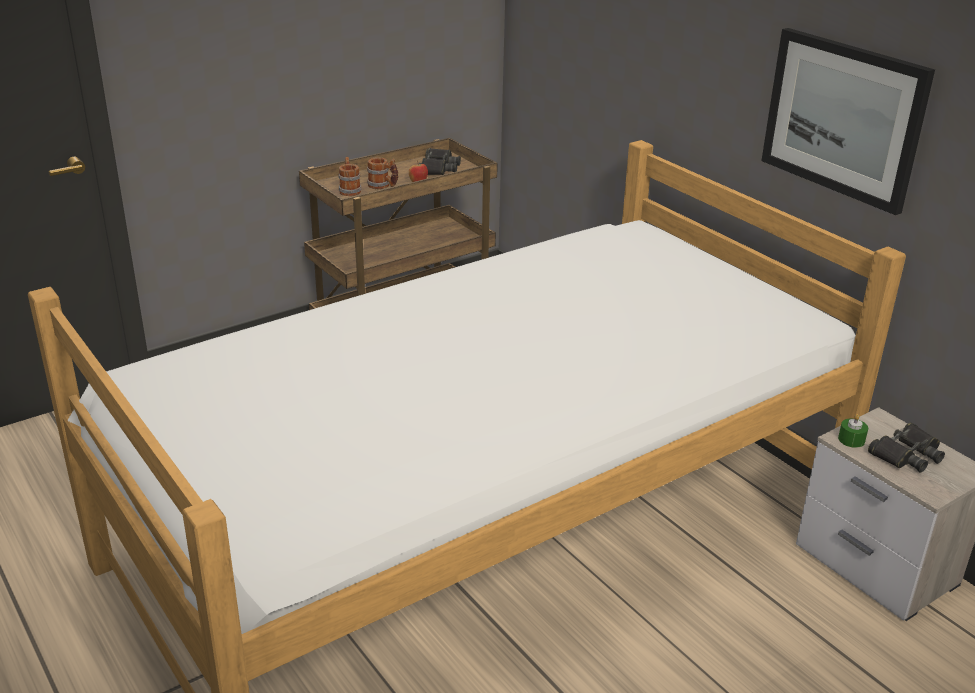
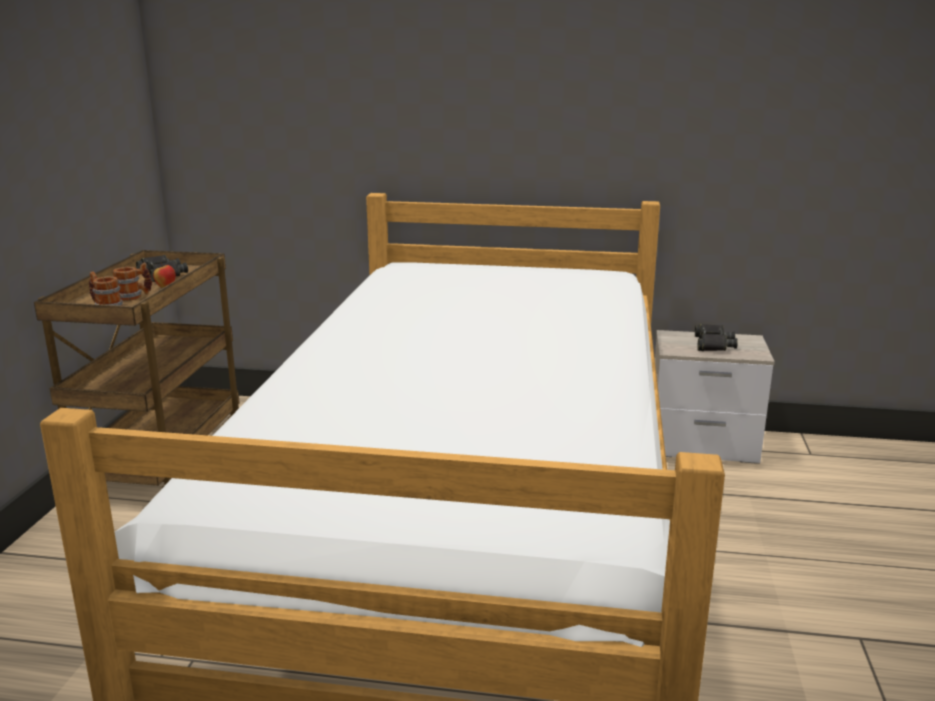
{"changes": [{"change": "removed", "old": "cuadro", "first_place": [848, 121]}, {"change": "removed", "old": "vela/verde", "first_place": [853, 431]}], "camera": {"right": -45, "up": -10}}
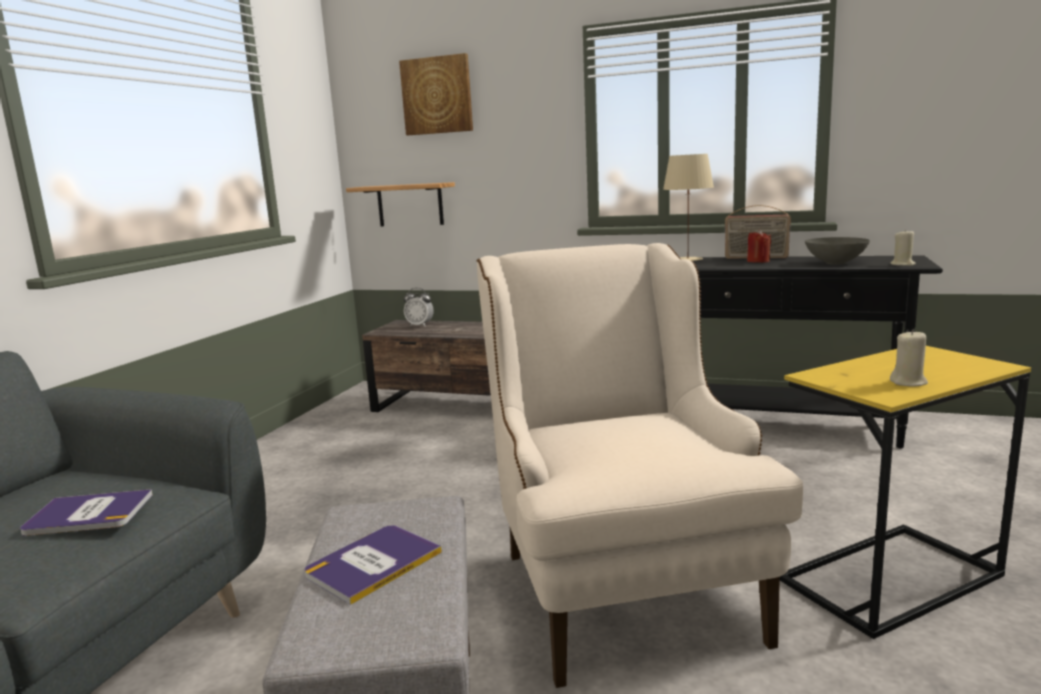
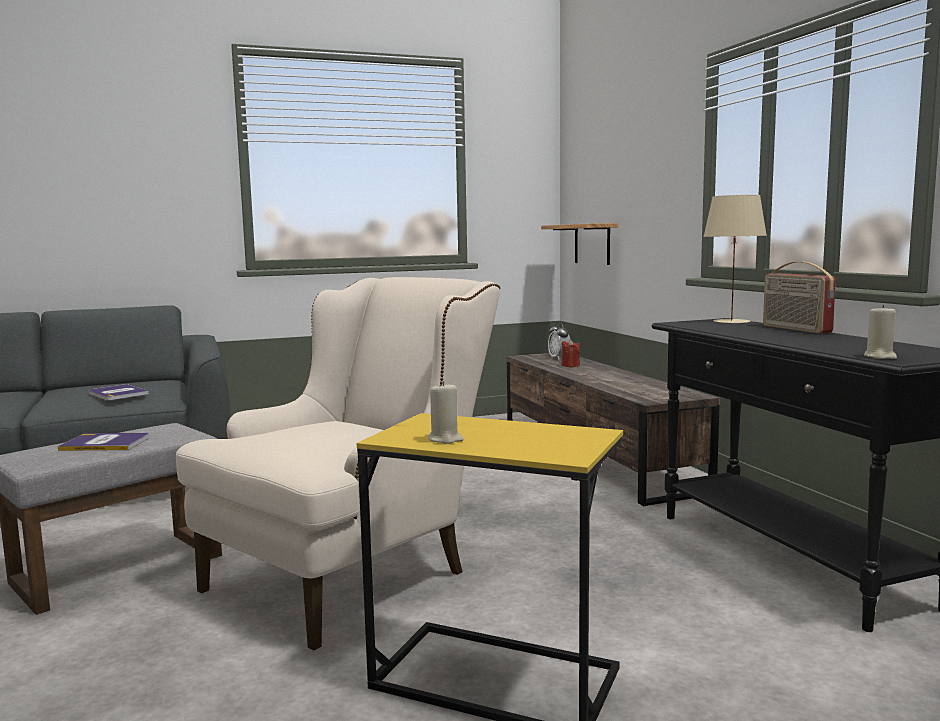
{"changes": [{"change": "removed", "old": "cuadro", "first_place": [436, 94]}, {"change": "moved", "old": "vela/rojo", "first_place": [759, 246], "second_place": [571, 353]}, {"change": "removed", "old": "cuenco/gris", "first_place": [837, 250]}], "camera": {"right": 50, "up": -5}}
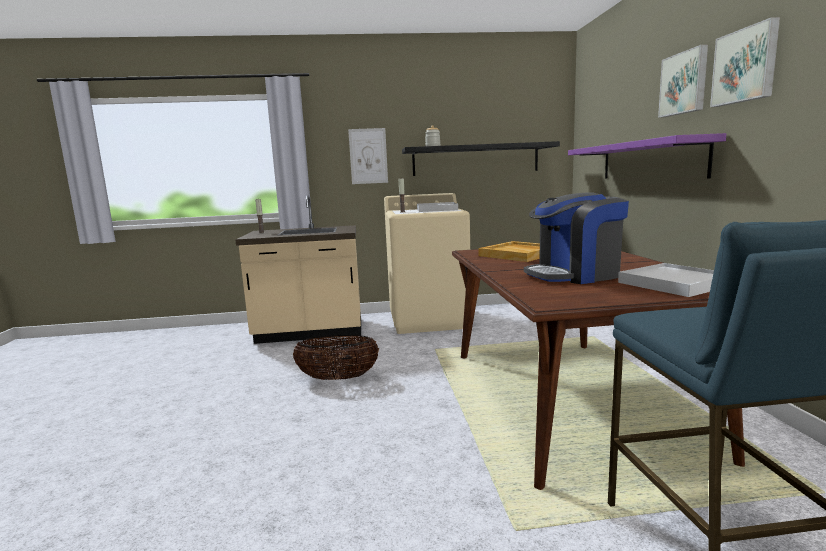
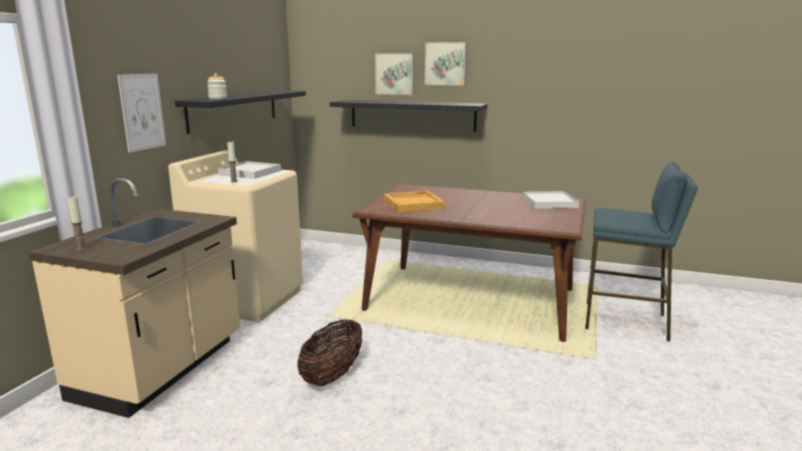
{"changes": [{"change": "removed", "old": "cafetera", "first_place": [576, 238]}, {"change": "recoloured", "old": "estante/morado", "new": "estante/negro", "first_place": [647, 156], "second_place": [409, 116]}, {"change": "moved", "old": "cuadro", "first_place": [745, 62], "second_place": [394, 74]}], "camera": {"right": -65, "up": 5}}
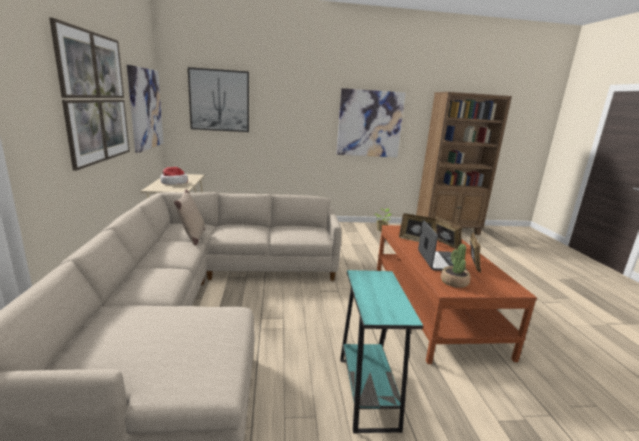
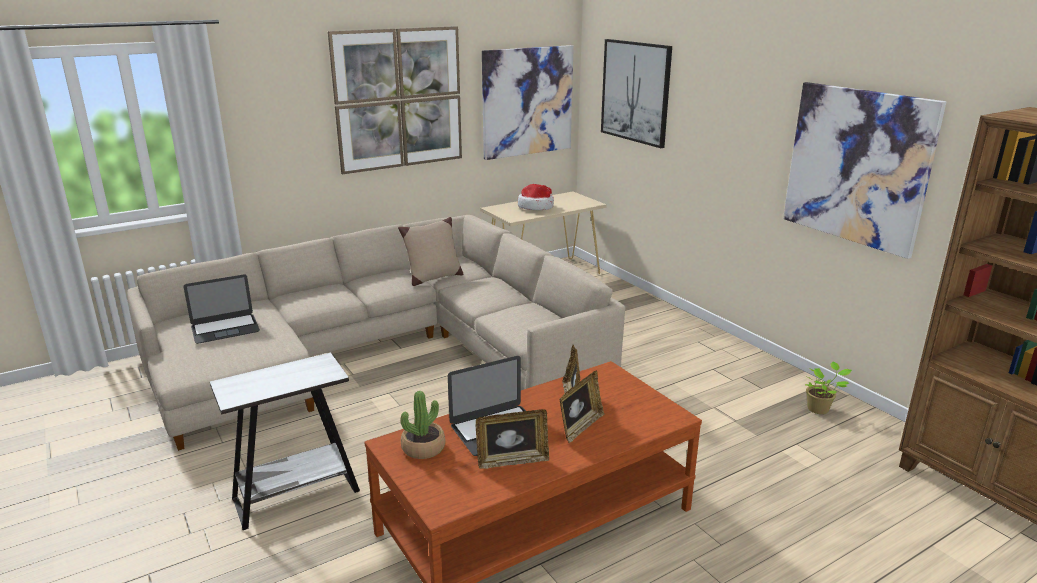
{"changes": [{"change": "recoloured", "old": "mesa auxiliar/turquesa", "new": "mesa auxiliar/blanco", "first_place": [381, 351], "second_place": [285, 441]}, {"change": "added", "new": "portátil", "second_place": [222, 309]}], "camera": {"right": 65, "up": 5}}
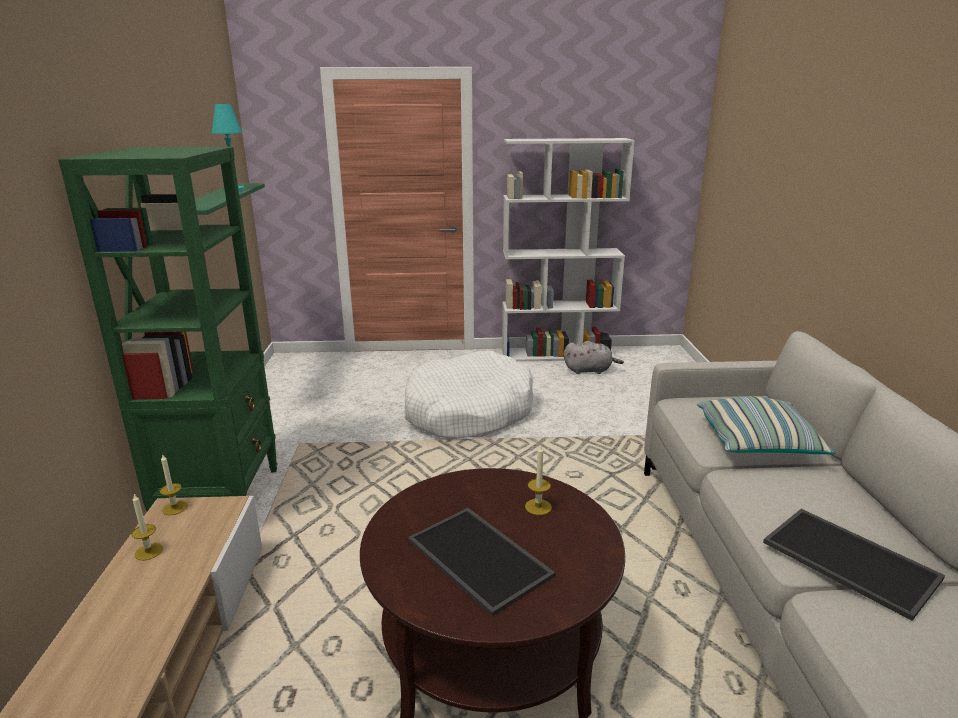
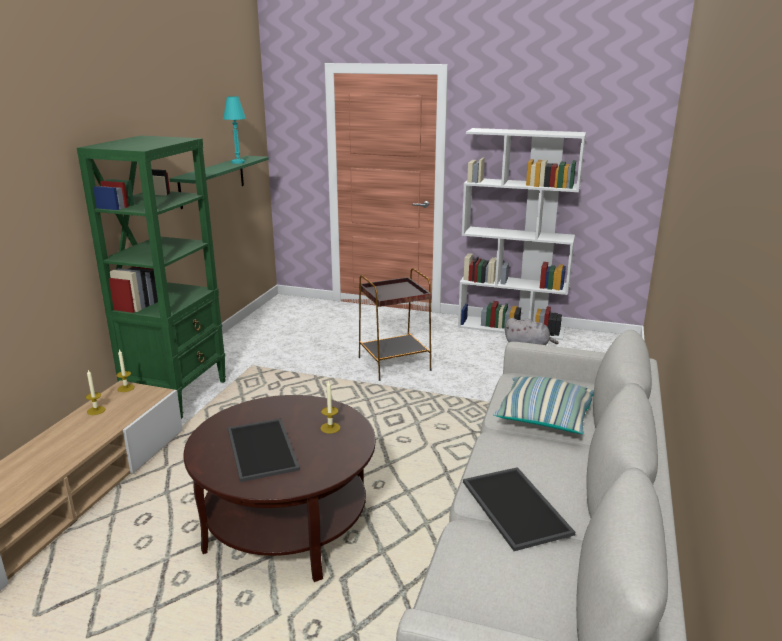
{"changes": [{"change": "replaced", "old": "cama para perro/blanco", "new": "mesa auxiliar/marrón", "first_place": [469, 395], "second_place": [395, 324]}], "camera": {"right": 20, "up": 0}}
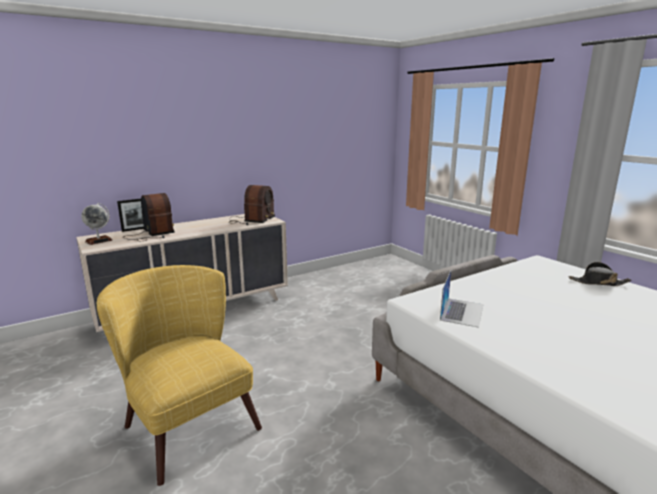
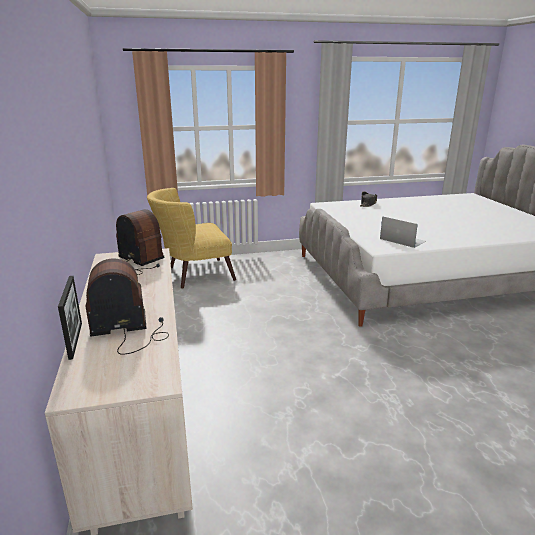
{"changes": [{"change": "removed", "old": "globo terráqueo", "first_place": [97, 224]}, {"change": "moved", "old": "sillón/amarillo", "first_place": [179, 375], "second_place": [191, 238]}], "camera": {"right": -70, "up": 5}}
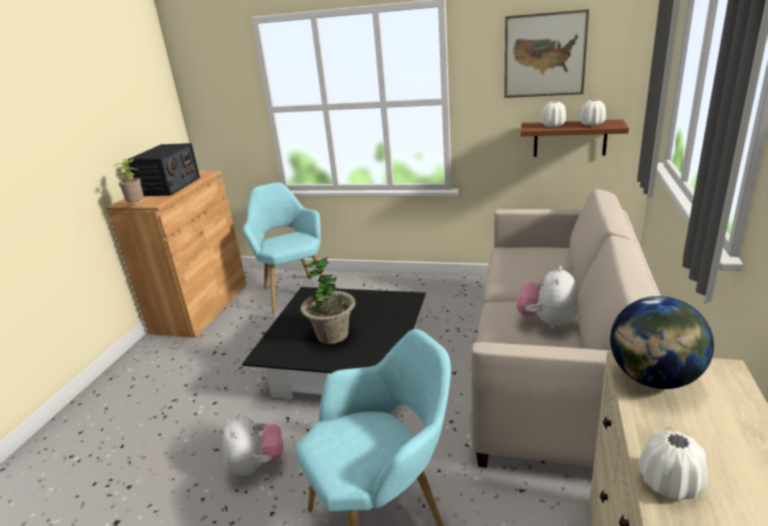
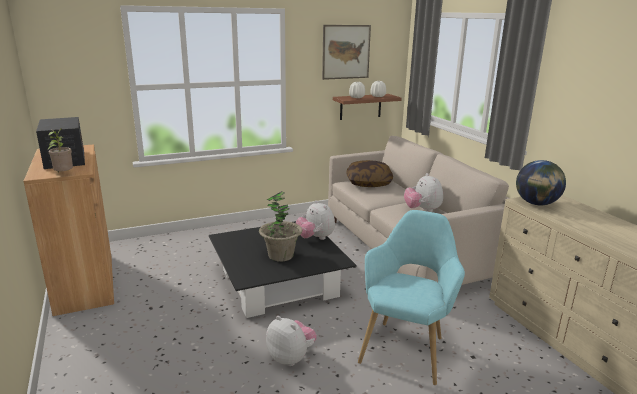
{"changes": [{"change": "removed", "old": "sillón/turquesa", "first_place": [285, 249]}, {"change": "removed", "old": "florero/blanco", "first_place": [673, 465]}, {"change": "added", "new": "peluche", "second_place": [315, 220]}, {"change": "added", "new": "cojín", "second_place": [369, 173]}], "camera": {"right": -40, "up": -5}}
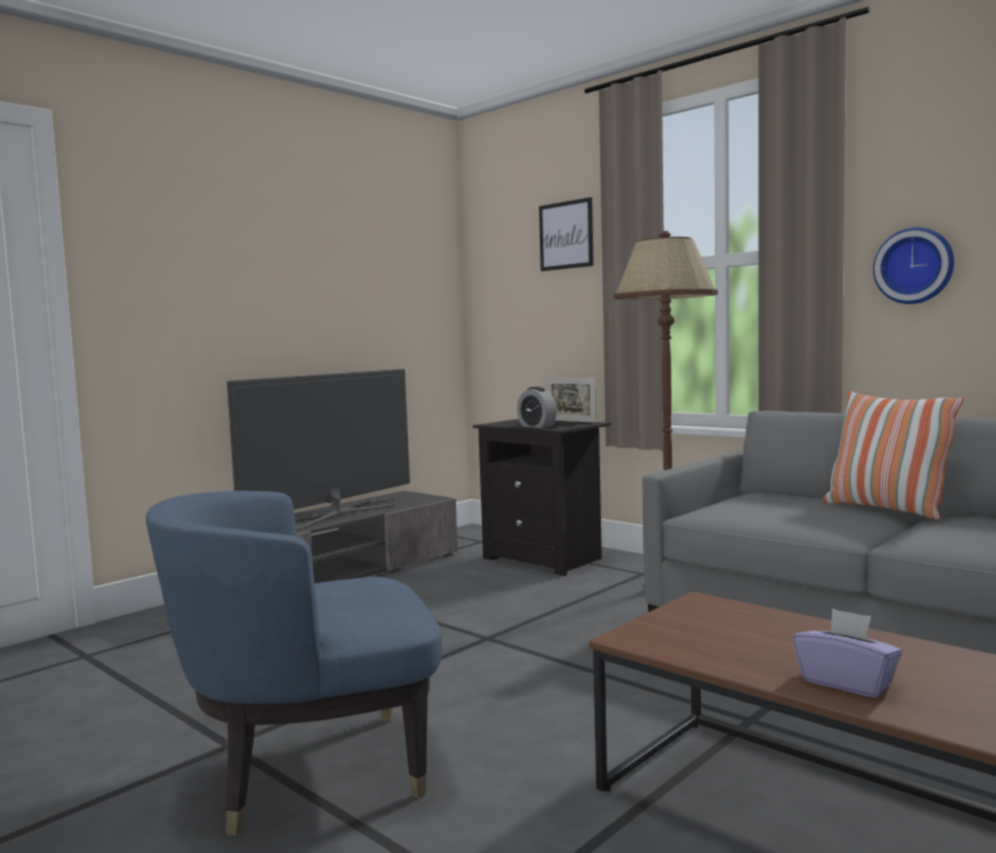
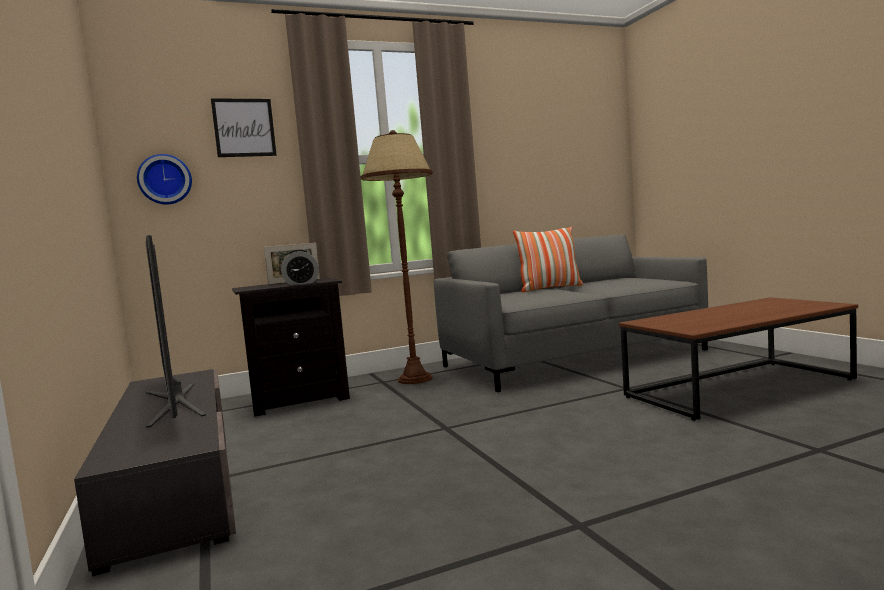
{"changes": [{"change": "removed", "old": "sillón/azul", "first_place": [294, 663]}, {"change": "removed", "old": "caja de pañuelos/morado", "first_place": [847, 653]}, {"change": "moved", "old": "reloj de pared", "first_place": [913, 265], "second_place": [164, 179]}], "camera": {"right": -65, "up": 0}}
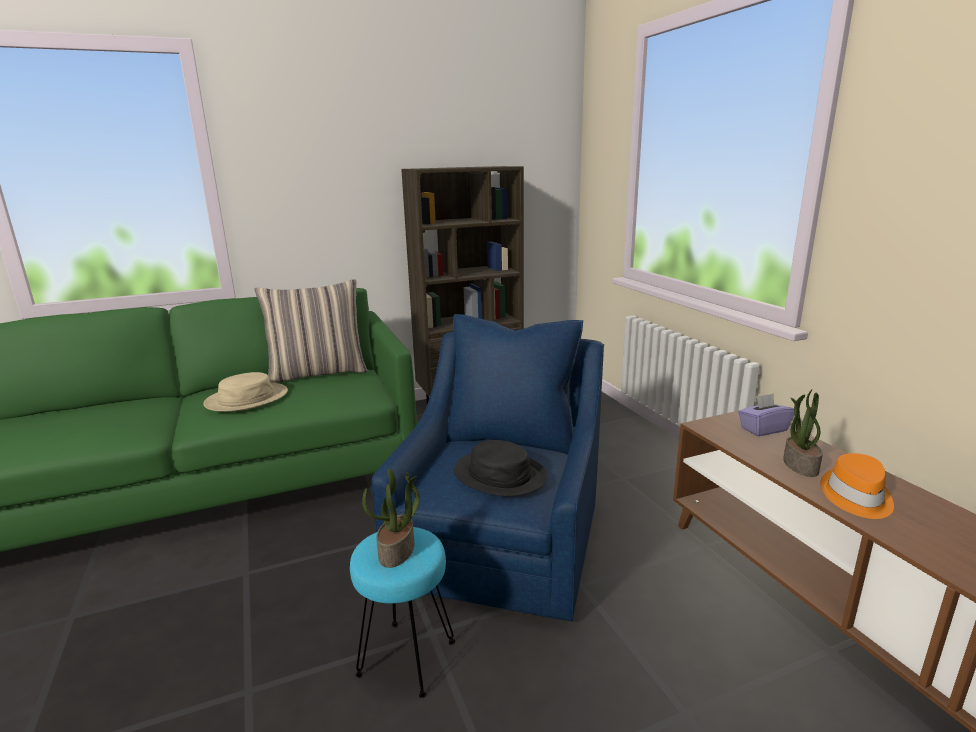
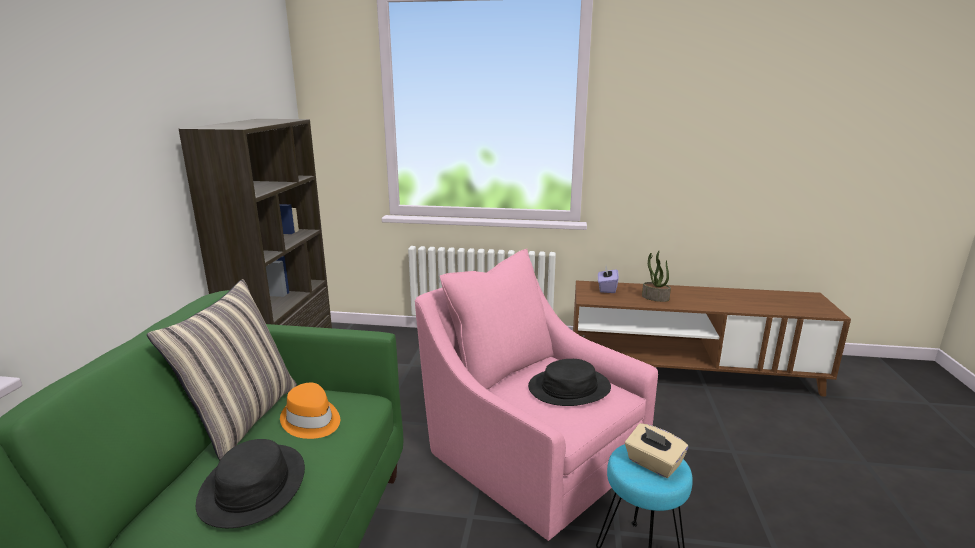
{"changes": [{"change": "recoloured", "old": "sombrero/beis", "new": "sombrero/negro", "first_place": [245, 392], "second_place": [250, 483]}, {"change": "replaced", "old": "planta en maceta", "new": "caja de pañuelos/beis", "first_place": [391, 518], "second_place": [656, 450]}, {"change": "recoloured", "old": "sillón/azul", "new": "sillón/rosa", "first_place": [488, 468], "second_place": [536, 395]}, {"change": "moved", "old": "sombrero/naranja", "first_place": [857, 486], "second_place": [310, 411]}], "camera": {"right": -60, "up": 0}}
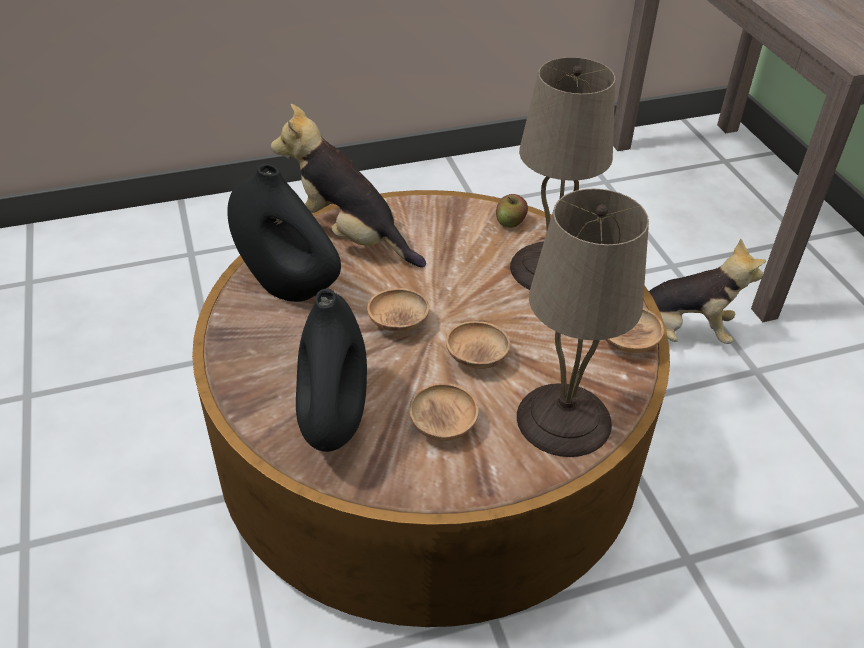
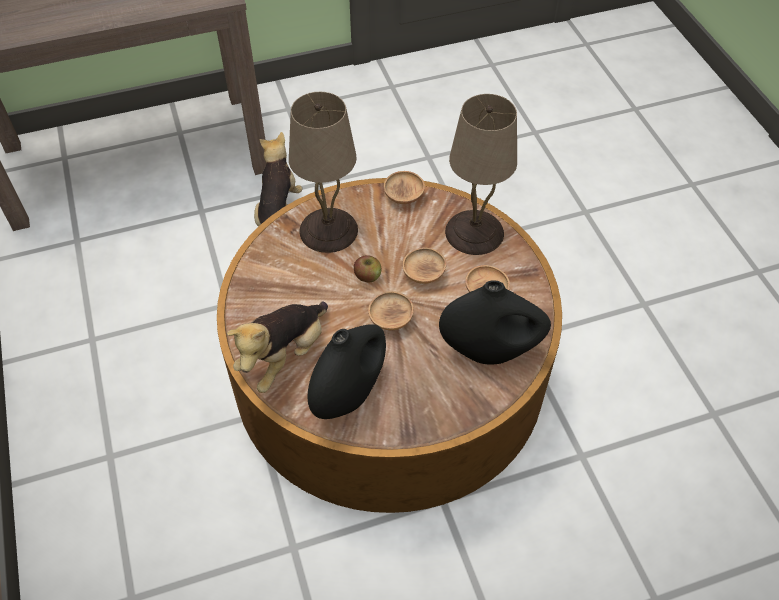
{"changes": [{"change": "moved", "old": "manzana", "first_place": [512, 211], "second_place": [367, 268]}], "camera": {"right": -90, "up": 10}}
